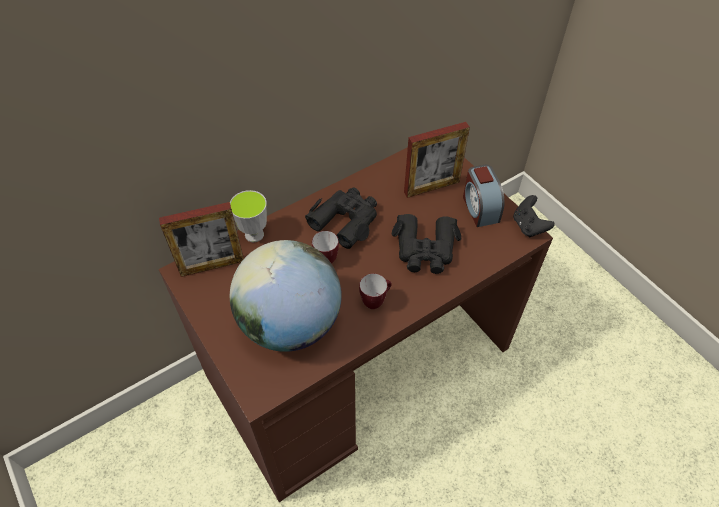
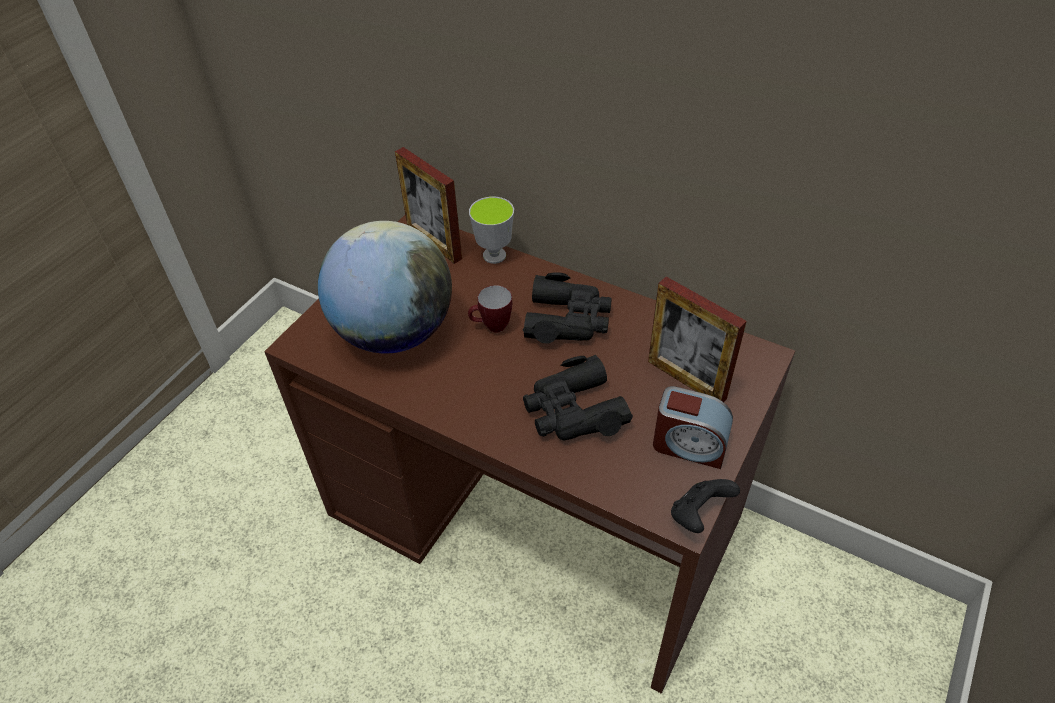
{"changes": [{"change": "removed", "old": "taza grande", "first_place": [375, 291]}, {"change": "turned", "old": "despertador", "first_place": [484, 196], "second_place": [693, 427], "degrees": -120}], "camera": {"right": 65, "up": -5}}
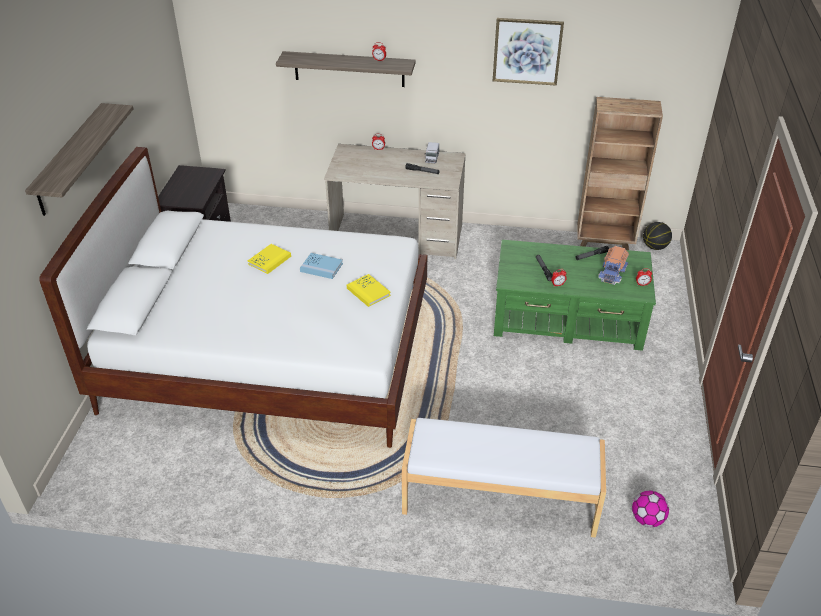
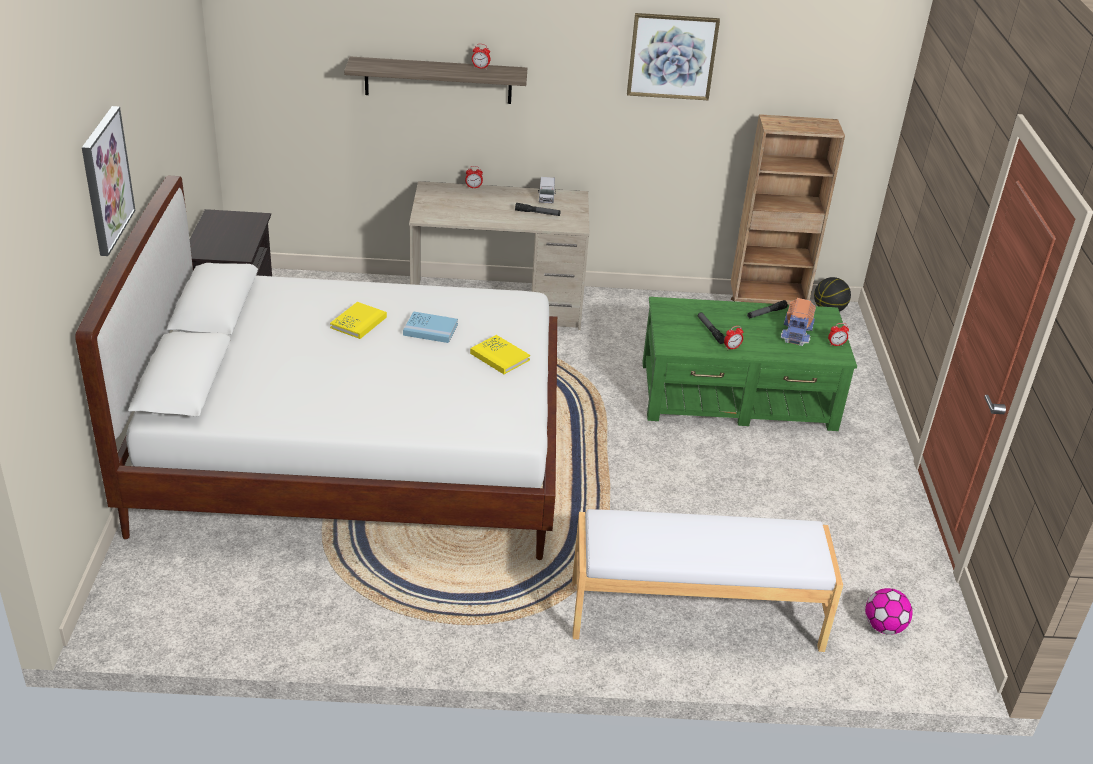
{"changes": [{"change": "replaced", "old": "estante", "new": "cuadro", "first_place": [79, 159], "second_place": [109, 181]}], "camera": {"right": -10, "up": -5}}
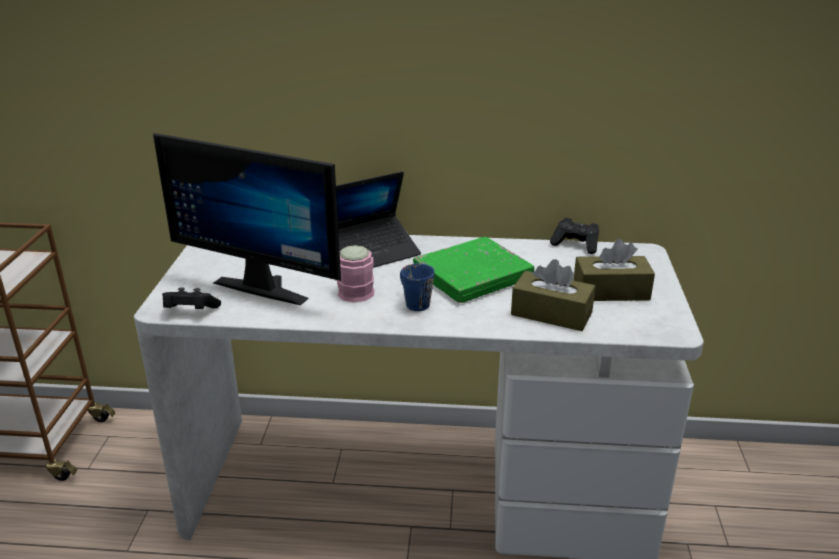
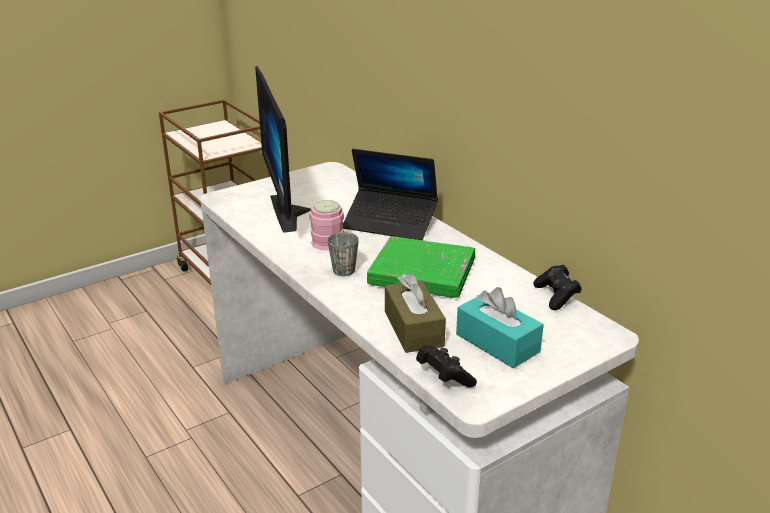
{"changes": [{"change": "moved", "old": "mando de consola/negro", "first_place": [191, 298], "second_place": [446, 366]}, {"change": "recoloured", "old": "taza grande/azul", "new": "taza grande/gris", "first_place": [417, 287], "second_place": [343, 254]}, {"change": "recoloured", "old": "caja de pañuelos/marrón", "new": "caja de pañuelos/turquesa", "first_place": [614, 270], "second_place": [500, 327]}], "camera": {"right": 50, "up": 0}}
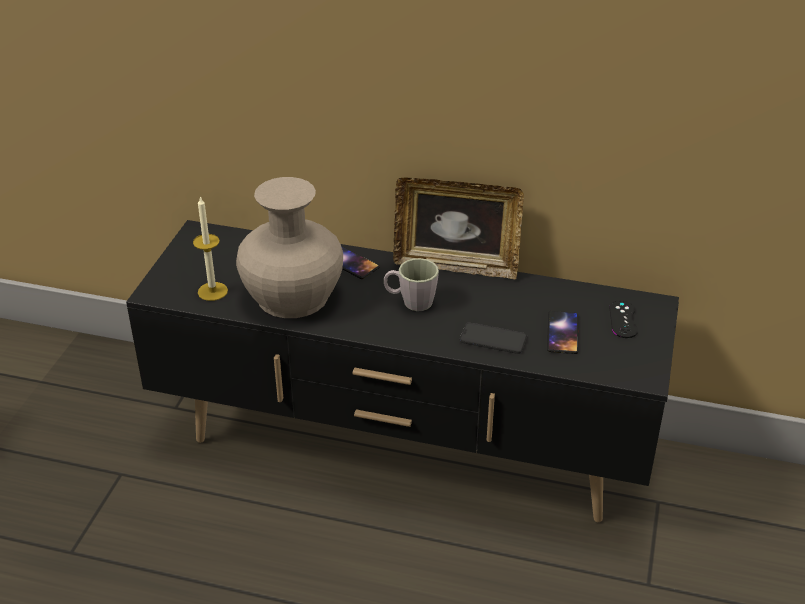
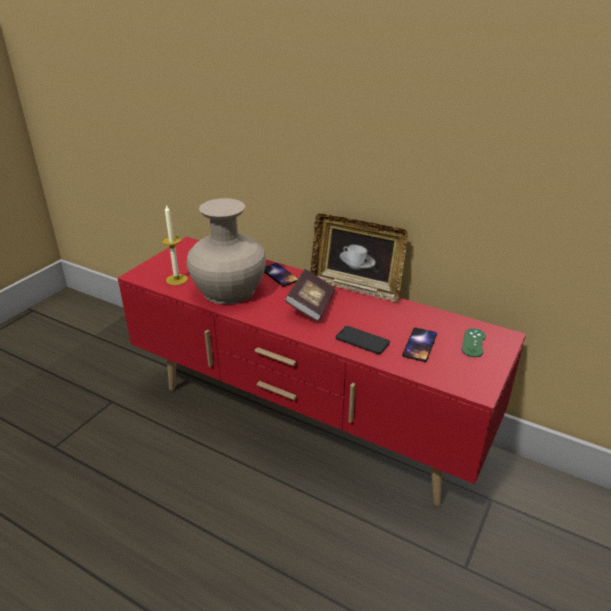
{"changes": [{"change": "recoloured", "old": "mueble de televisión/negro", "new": "mueble de televisión/rojo", "first_place": [402, 371], "second_place": [322, 371]}, {"change": "replaced", "old": "taza grande/gris", "new": "libro", "first_place": [411, 284], "second_place": [310, 295]}, {"change": "recoloured", "old": "mando de consola/negro", "new": "mando de consola/verde", "first_place": [624, 319], "second_place": [474, 342]}], "camera": {"right": 15, "up": -5}}
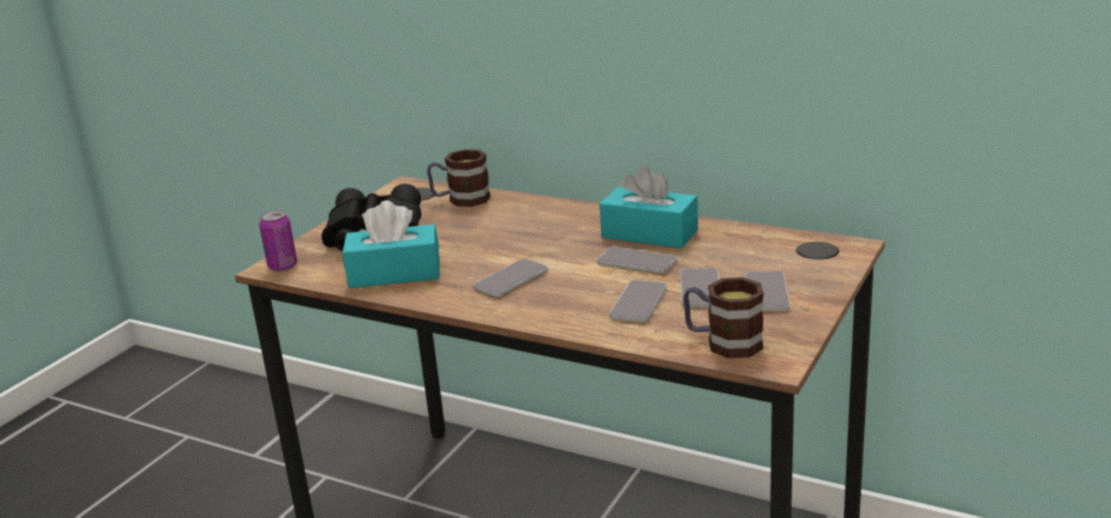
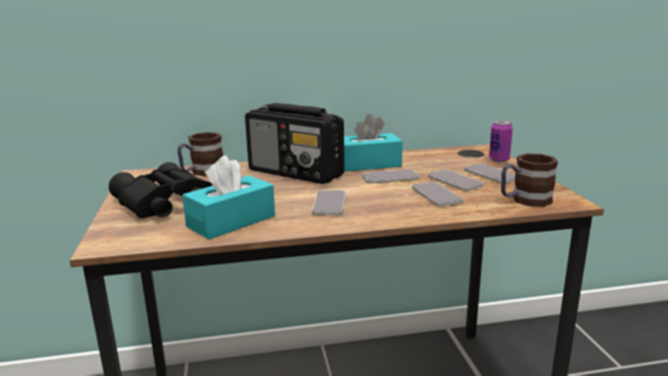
{"changes": [{"change": "moved", "old": "lata", "first_place": [278, 240], "second_place": [501, 141]}, {"change": "added", "new": "radio", "second_place": [294, 143]}], "camera": {"right": -40, "up": -5}}
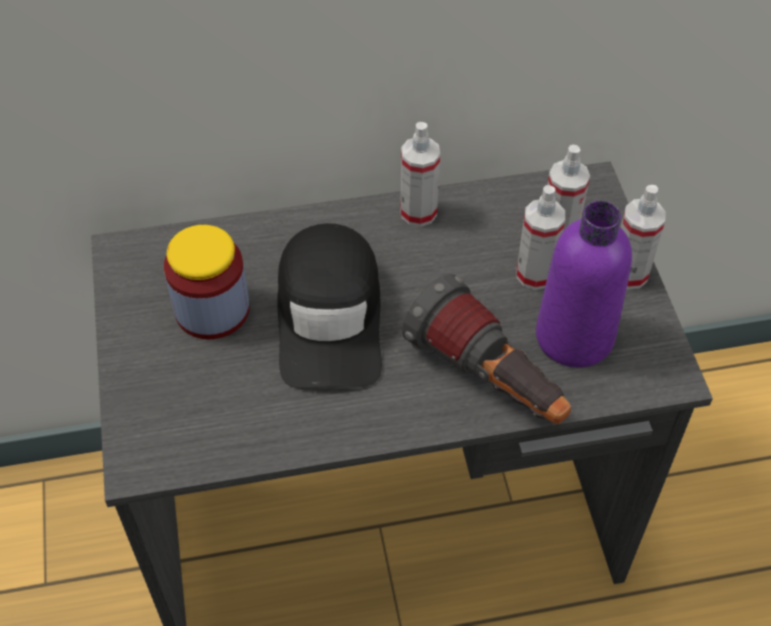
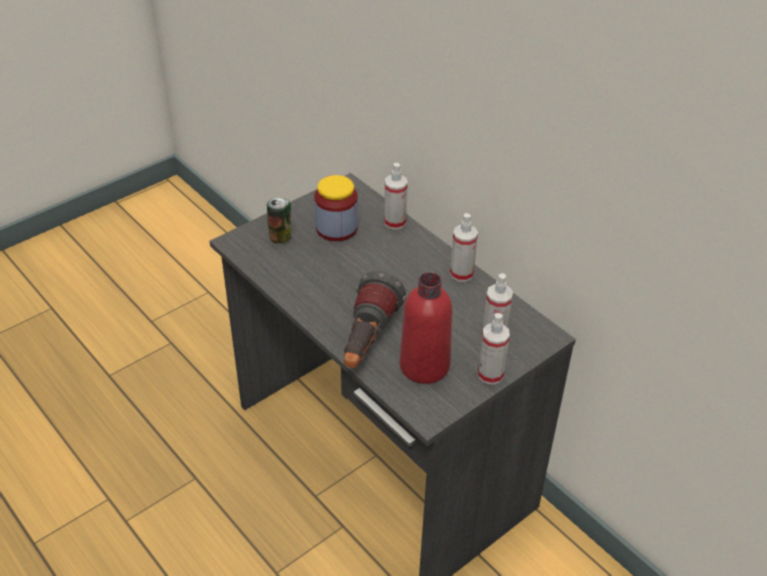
{"changes": [{"change": "removed", "old": "gorra/negro", "first_place": [329, 306]}, {"change": "moved", "old": "pulverizador", "first_place": [540, 237], "second_place": [396, 196]}, {"change": "recoloured", "old": "botella/morado", "new": "botella/rojo", "first_place": [584, 284], "second_place": [426, 328]}, {"change": "added", "new": "lata", "second_place": [279, 220]}], "camera": {"right": 60, "up": -10}}
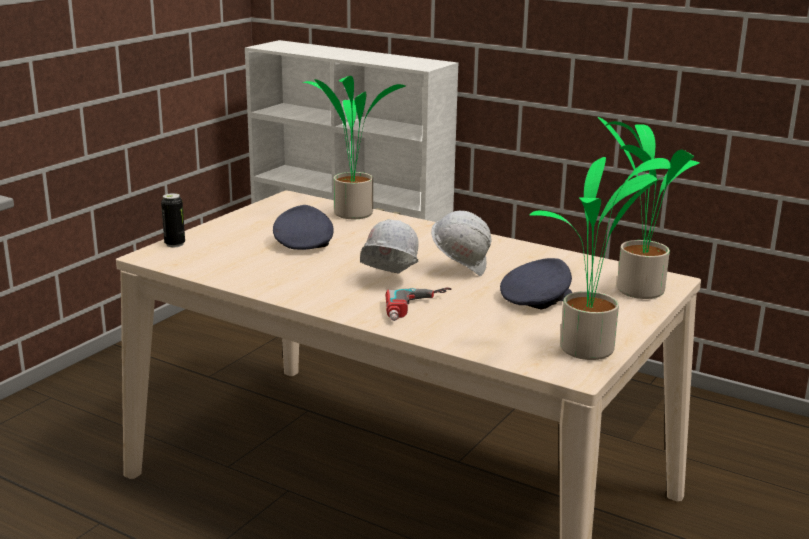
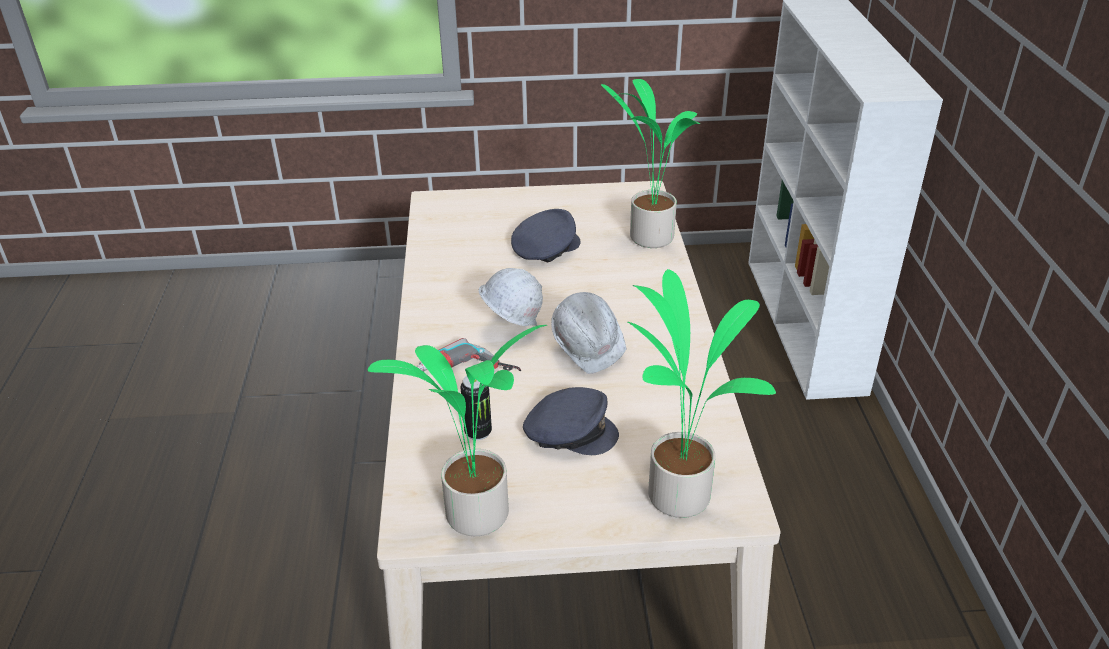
{"changes": [{"change": "moved", "old": "lata", "first_place": [173, 220], "second_place": [476, 407]}], "camera": {"right": 55, "up": 15}}
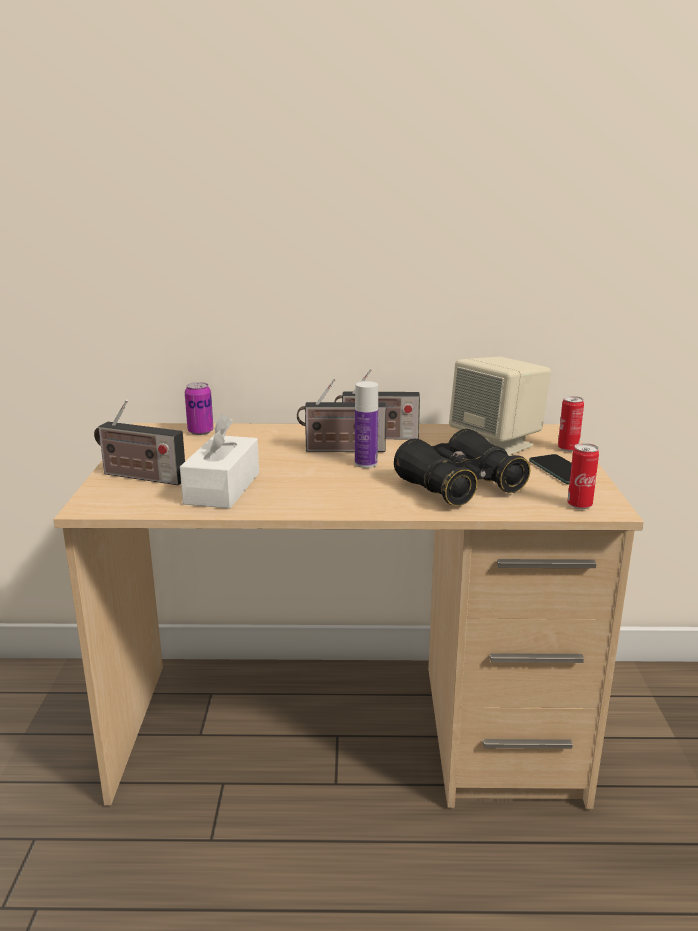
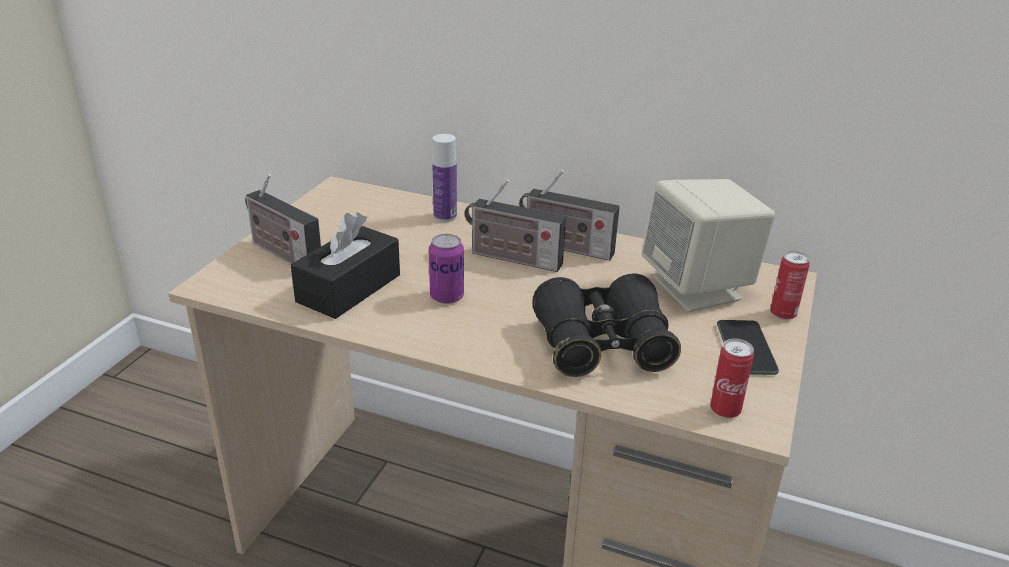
{"changes": [{"change": "recoloured", "old": "caja de pañuelos/blanco", "new": "caja de pañuelos/negro", "first_place": [219, 461], "second_place": [345, 265]}, {"change": "moved", "old": "lata", "first_place": [199, 408], "second_place": [446, 269]}, {"change": "moved", "old": "botella", "first_place": [366, 424], "second_place": [444, 178]}], "camera": {"right": 20, "up": 10}}
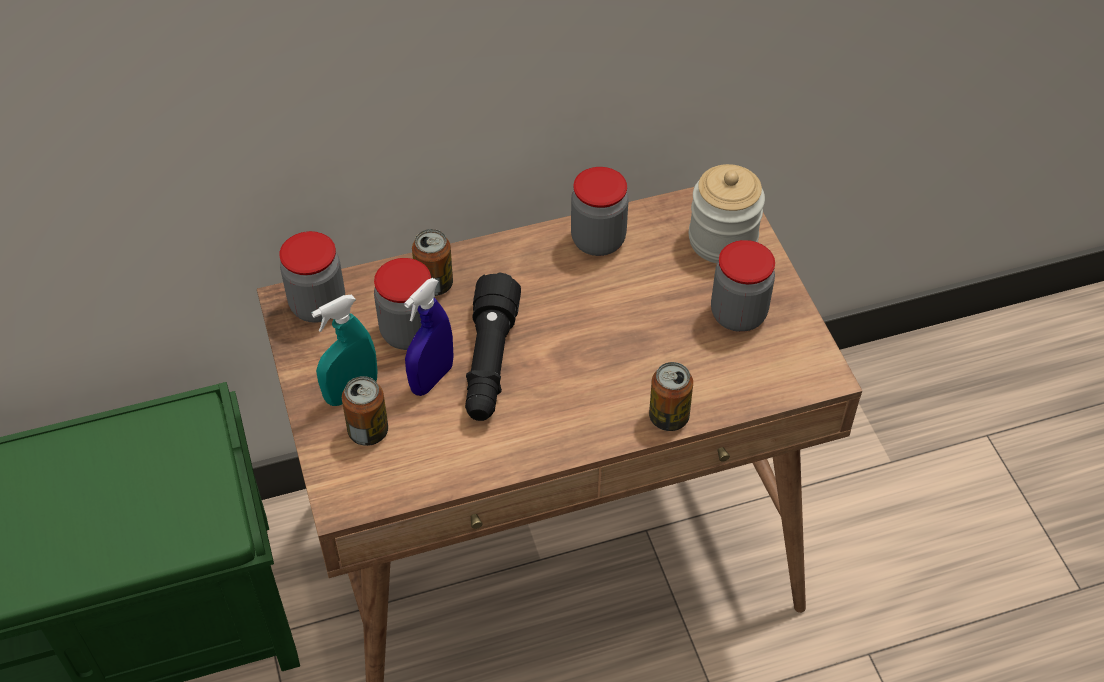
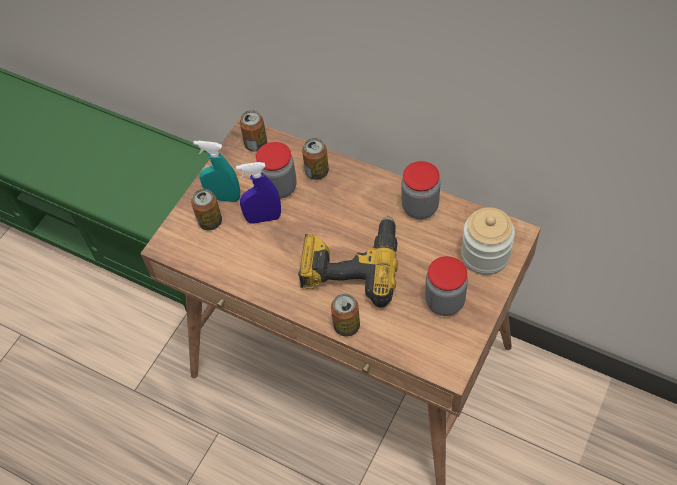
{"changes": [{"change": "replaced", "old": "tarro", "new": "lata", "first_place": [312, 277], "second_place": [253, 131]}, {"change": "removed", "old": "linterna/negro", "first_place": [493, 346]}, {"change": "added", "new": "taladro", "second_place": [348, 262]}], "camera": {"right": 50, "up": 5}}
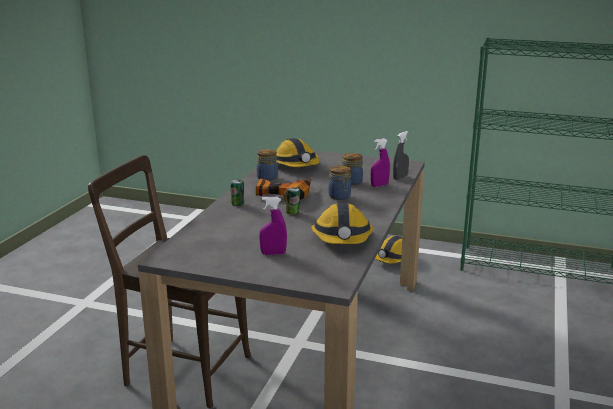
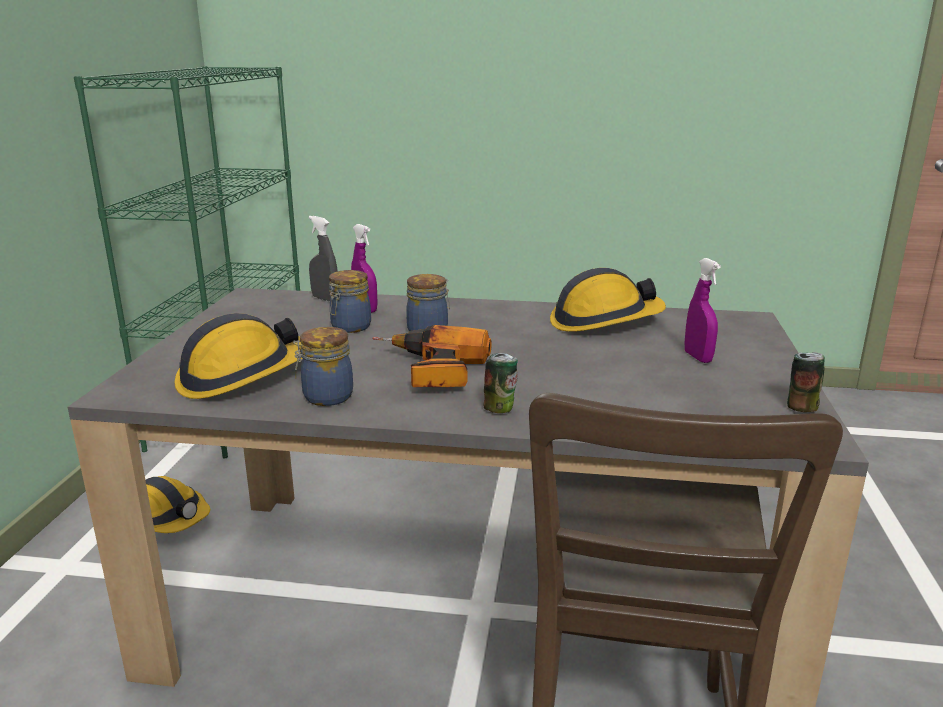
{"changes": [{"change": "moved", "old": "lata", "first_place": [293, 201], "second_place": [806, 382]}], "camera": {"right": -100, "up": 0}}
